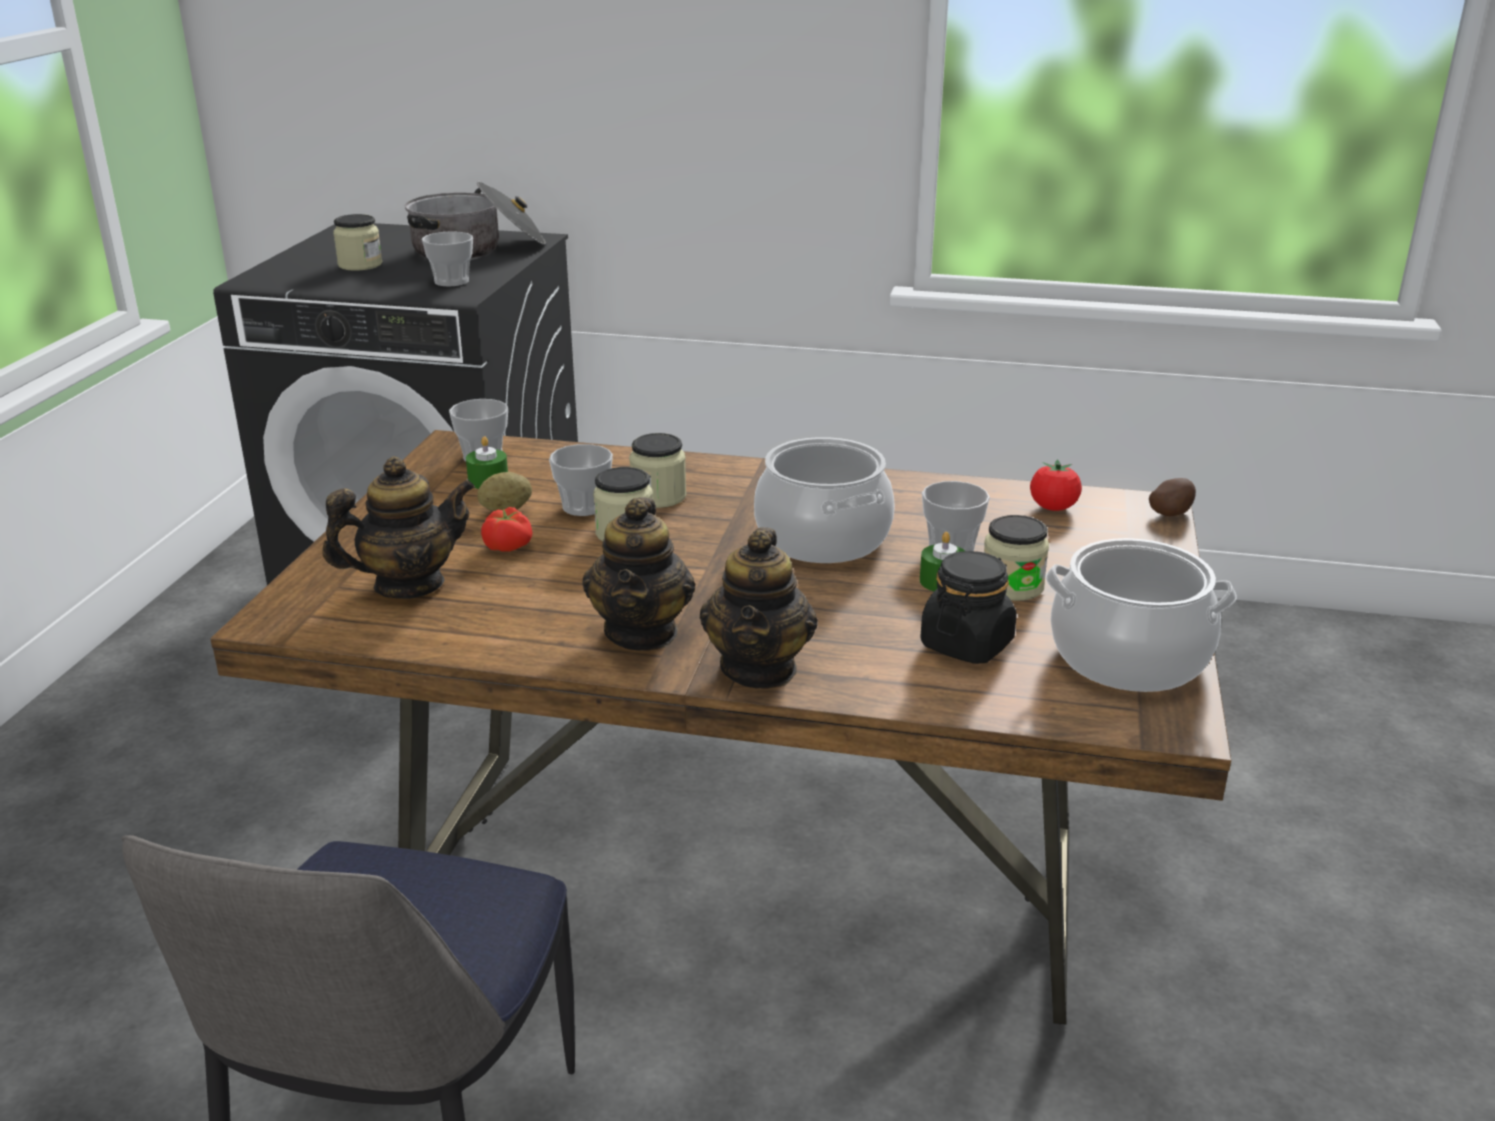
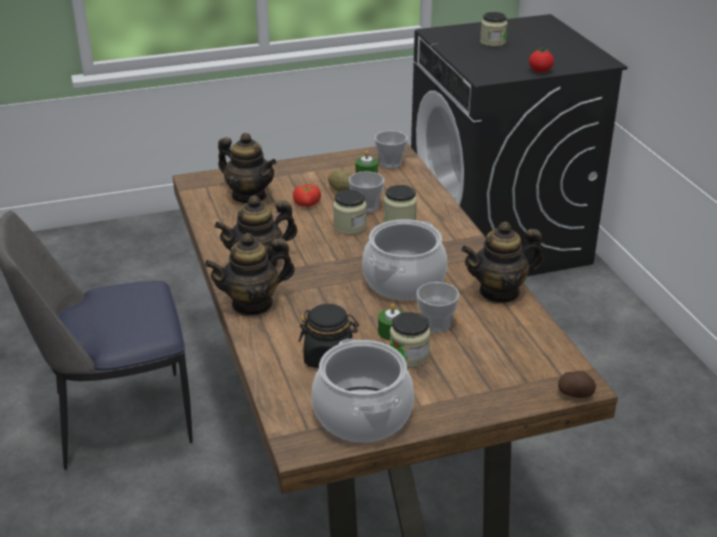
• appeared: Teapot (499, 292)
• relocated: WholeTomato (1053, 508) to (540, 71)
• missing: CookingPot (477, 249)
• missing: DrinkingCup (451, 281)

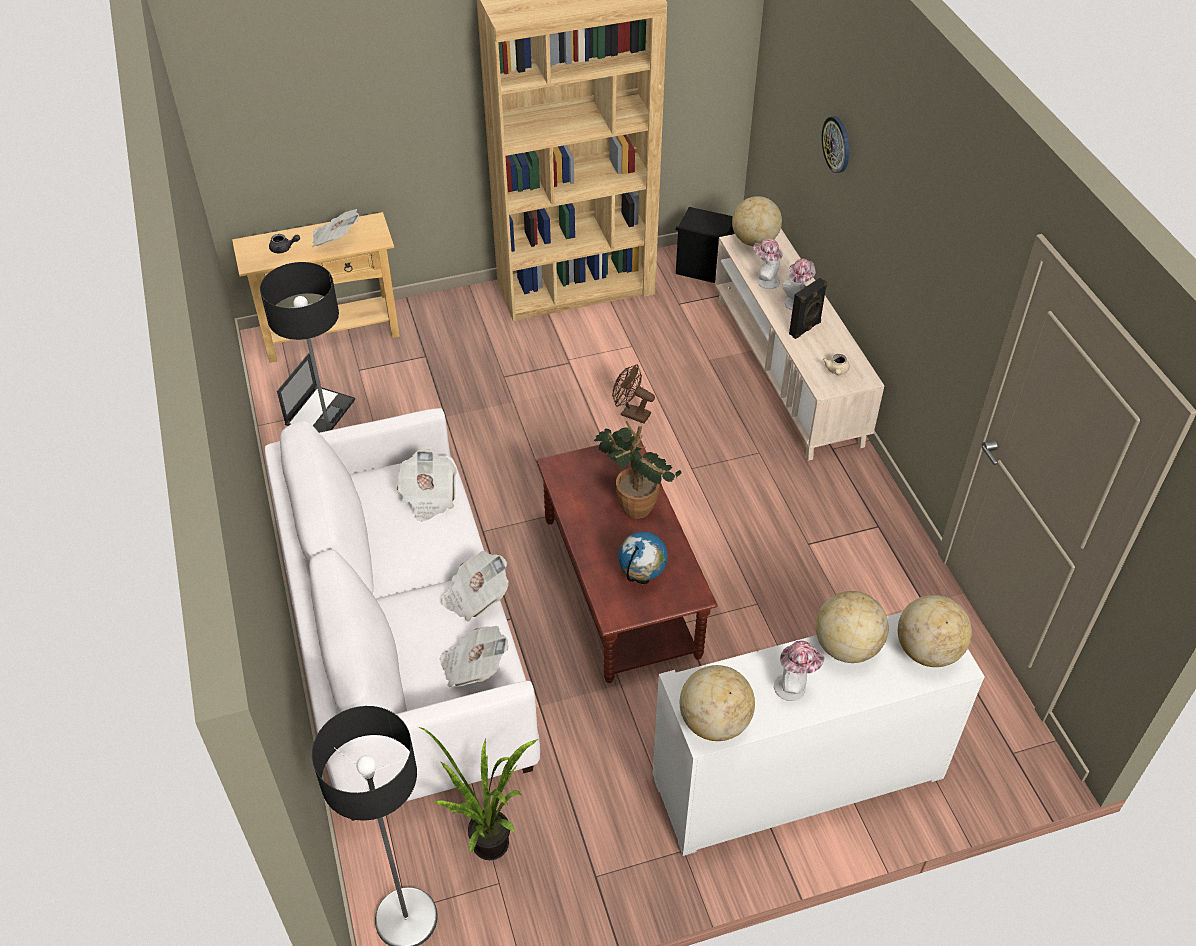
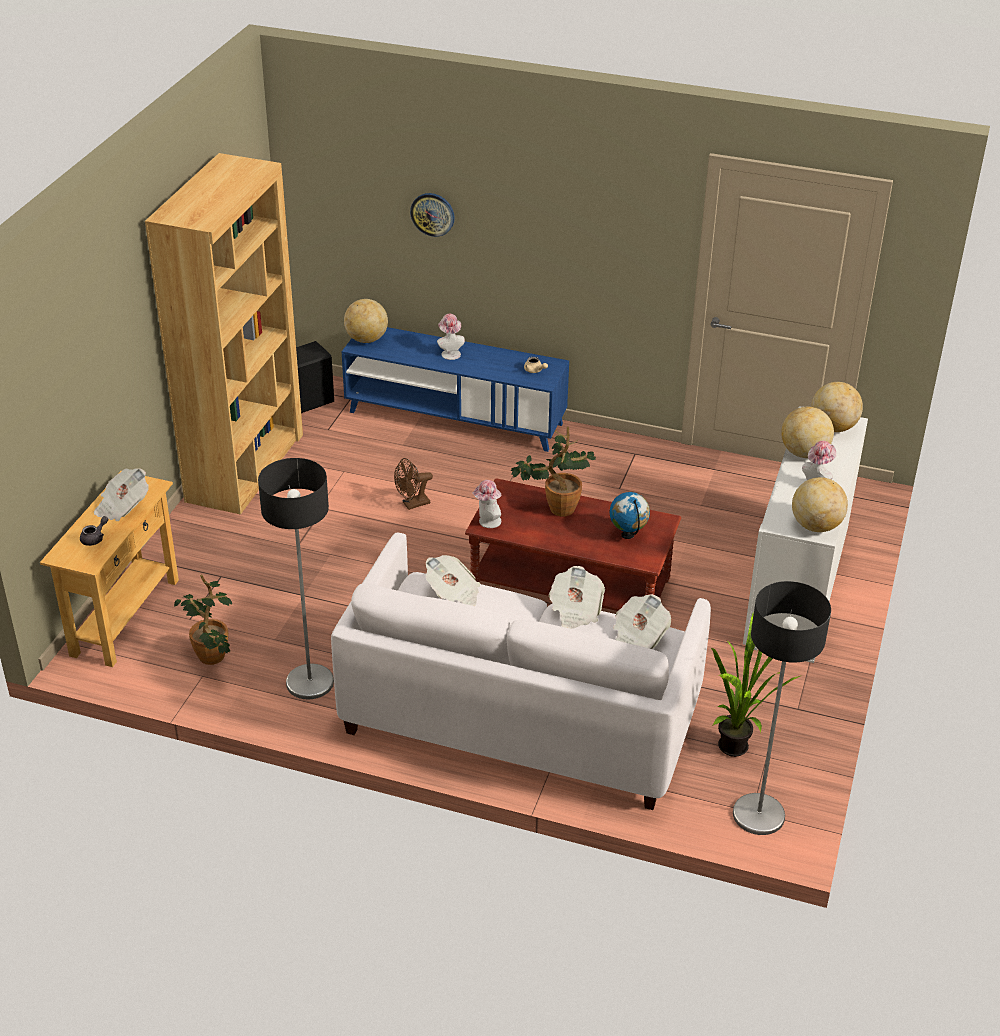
• exchanged: Laptop (320, 411) to Houseplant (212, 660)
• colour: SandColouredTvUnit (787, 370) to BlueColouredTvUnit (455, 418)
• relocated: WearableHat (765, 281) to (487, 522)
• missing: BlackishLoudspeaker (805, 329)

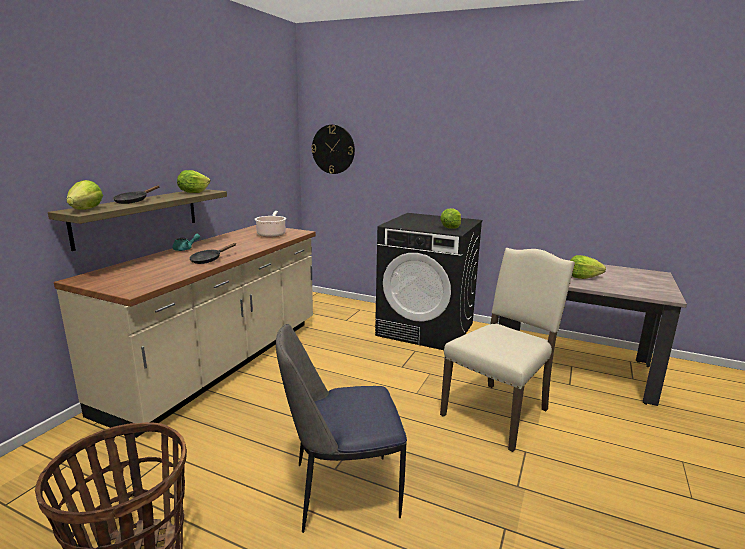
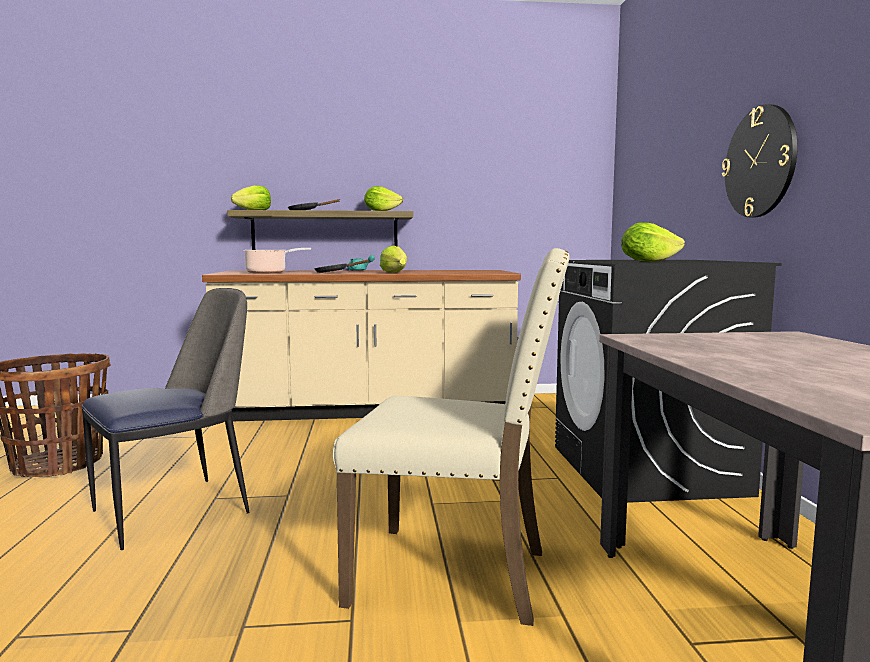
• spun: Chair (342, 491) = (176, 510) 90 degrees clockwise
• relocated: CookingPot (271, 234) to (268, 272)
• relocated: Lettuce (582, 277) to (395, 272)
• relocated: WallClock (333, 149) to (760, 162)

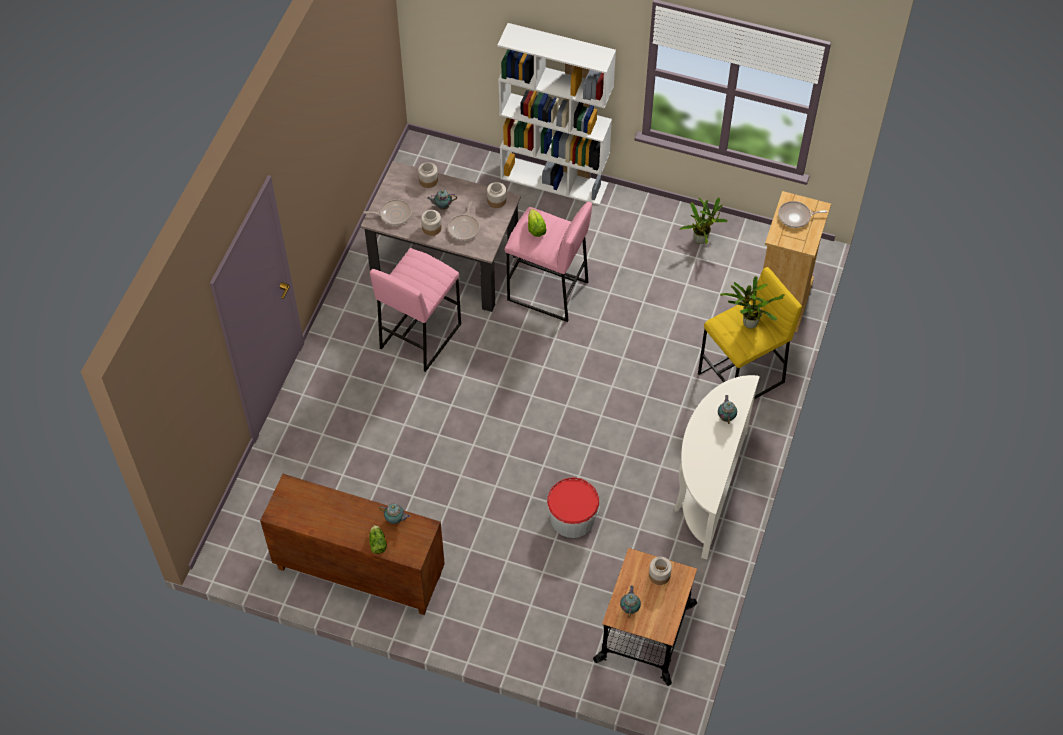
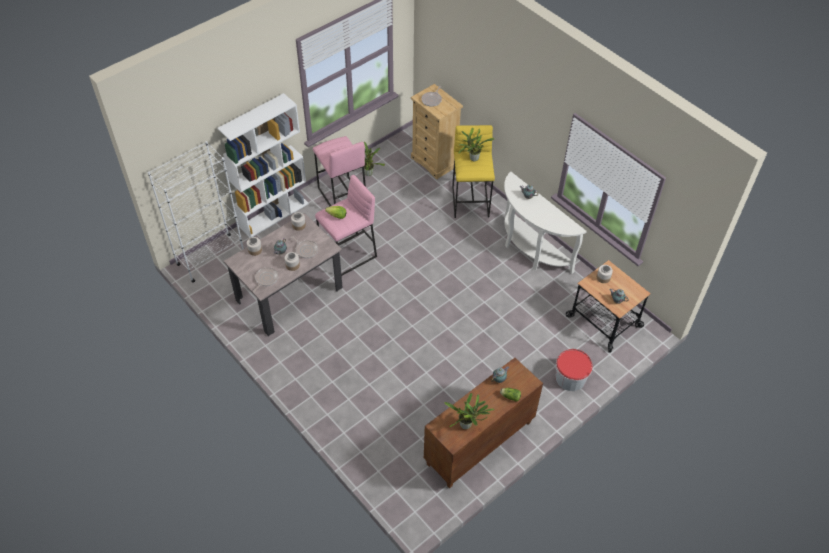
• appeared: WhitishShelvingUnit (211, 258)
• relocated: PinkishStoolSeat (420, 335) to (341, 196)
• appeared: Houseplant (467, 425)
• relocated: Bucket (572, 518) to (570, 378)

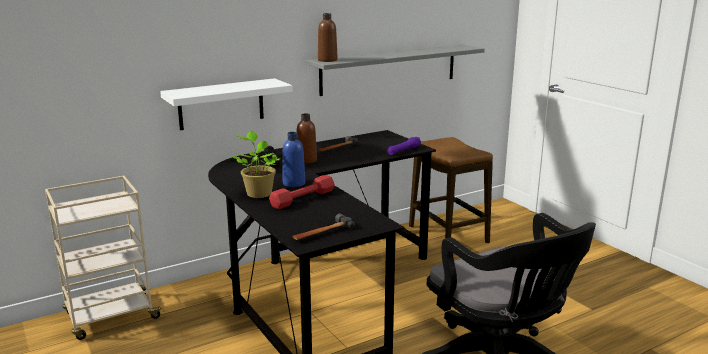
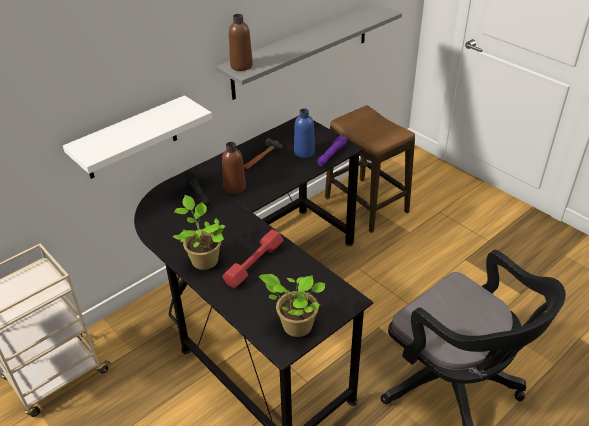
• exchanged: ToolHammer (322, 233) to Houseplant (294, 326)
• relocated: BlueColouredBottle (294, 183) to (304, 152)

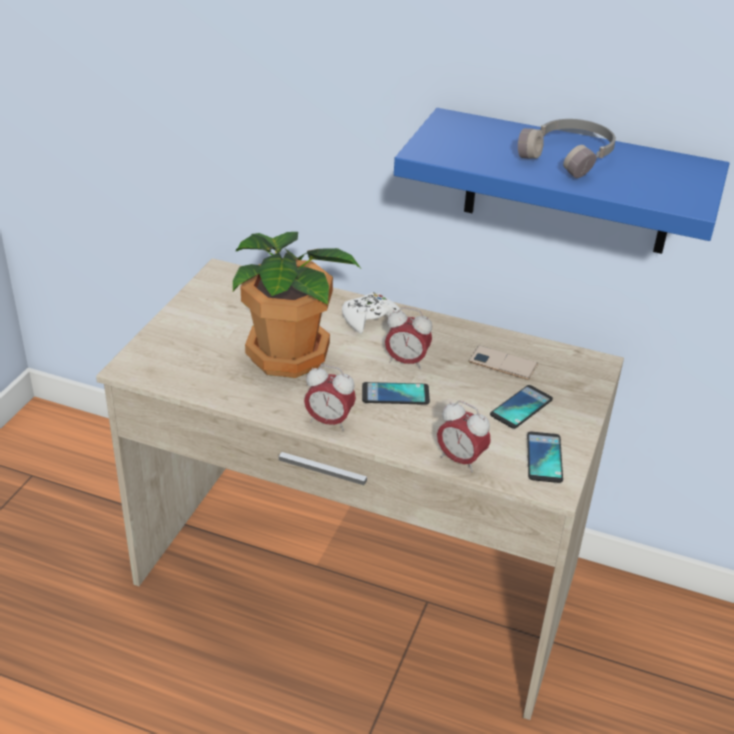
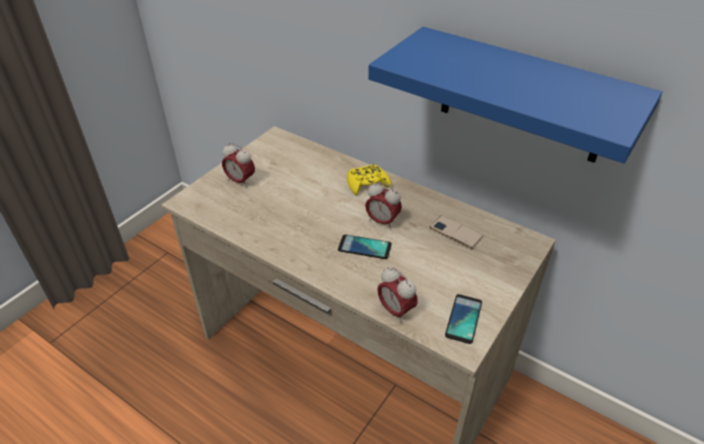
• relocated: TableClock (329, 422) to (240, 181)
• colour: WhitishGameController (370, 319) to YellowGameController (367, 184)
• missing: Houseplant (289, 354)
• missing: Phone (521, 407)
• missing: GrayHeadset (570, 156)

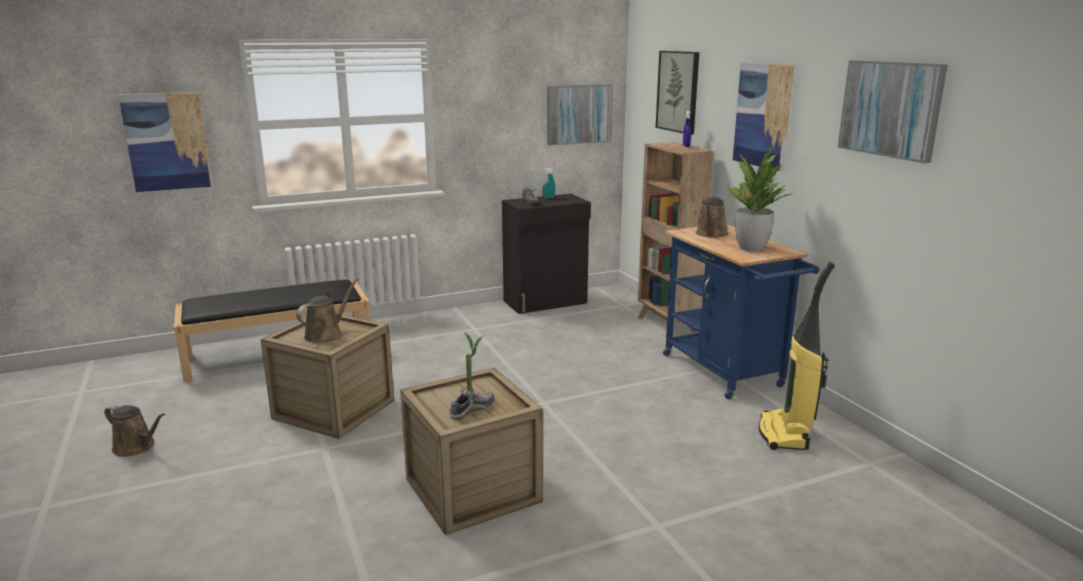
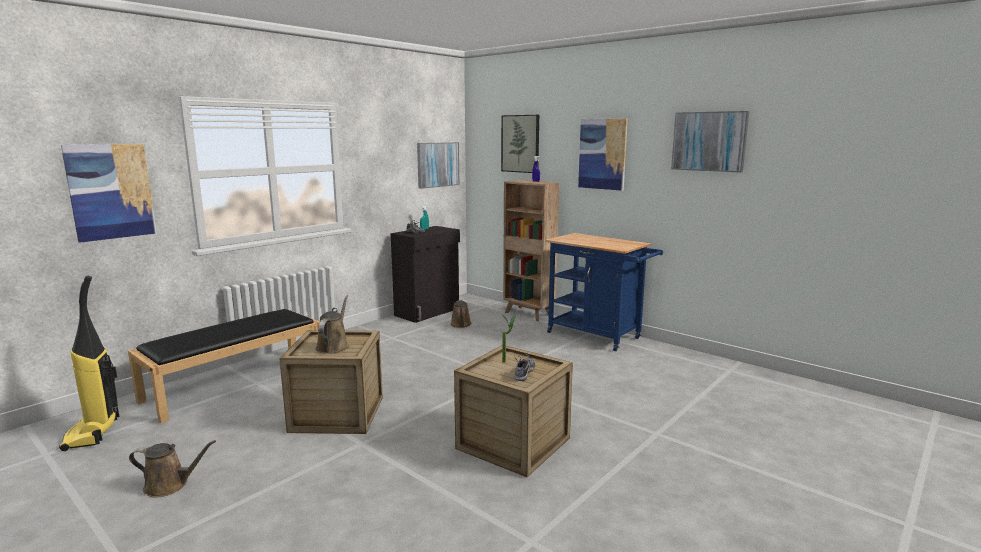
• relocated: VacuumCleaner (785, 434) to (93, 434)
• relocated: BrownishWateringPot (711, 234) to (461, 325)
• missing: Houseplant (751, 248)

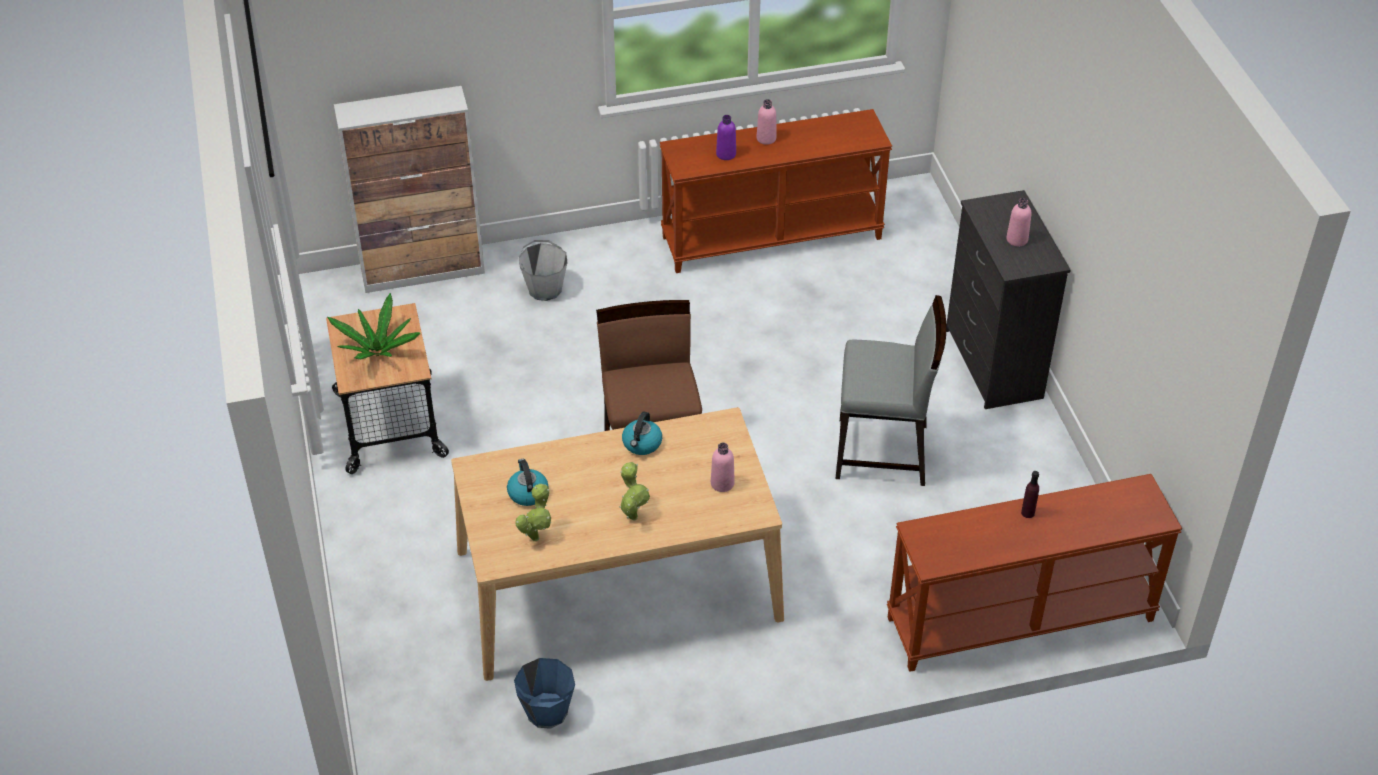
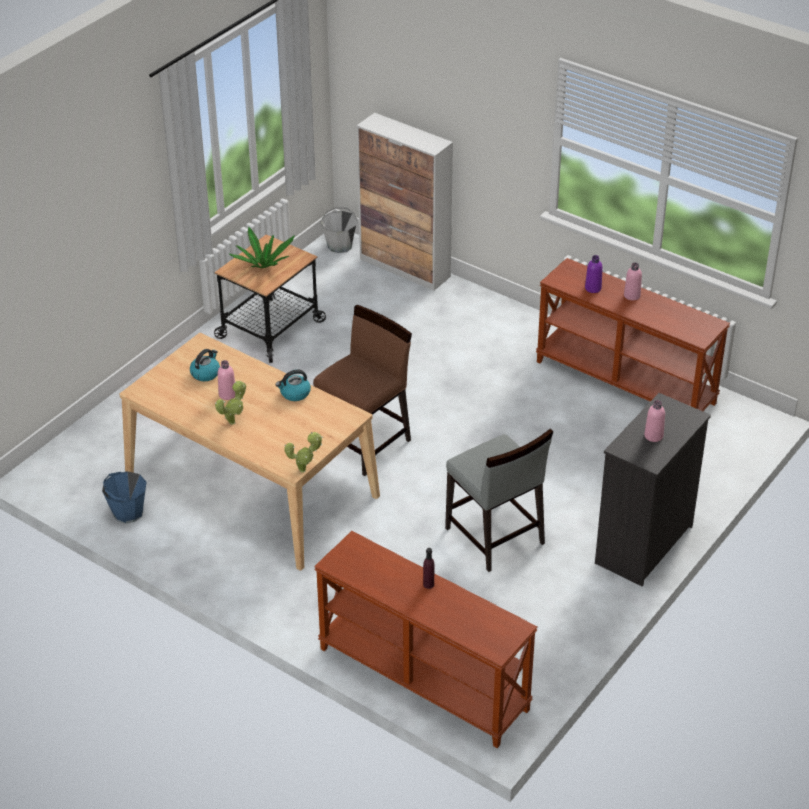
• relocated: PinkishBottle (722, 483) to (227, 394)
• relocated: Houseplant (536, 536) to (305, 470)
• relocated: GrayBucket (545, 289) to (340, 245)

